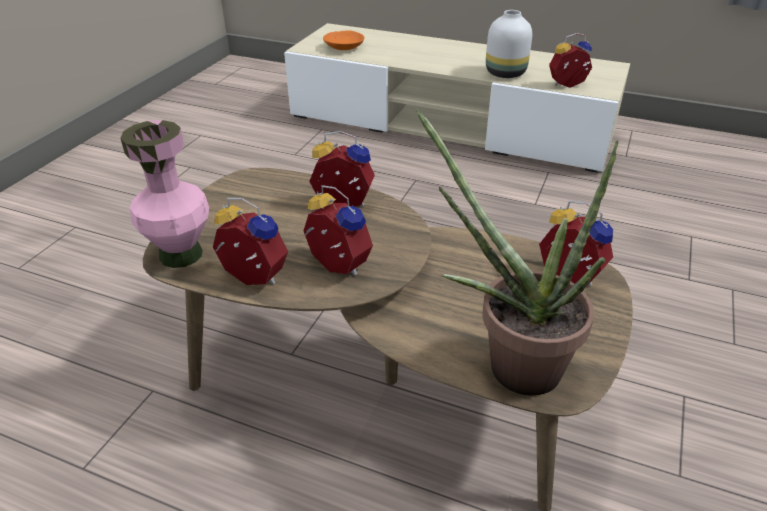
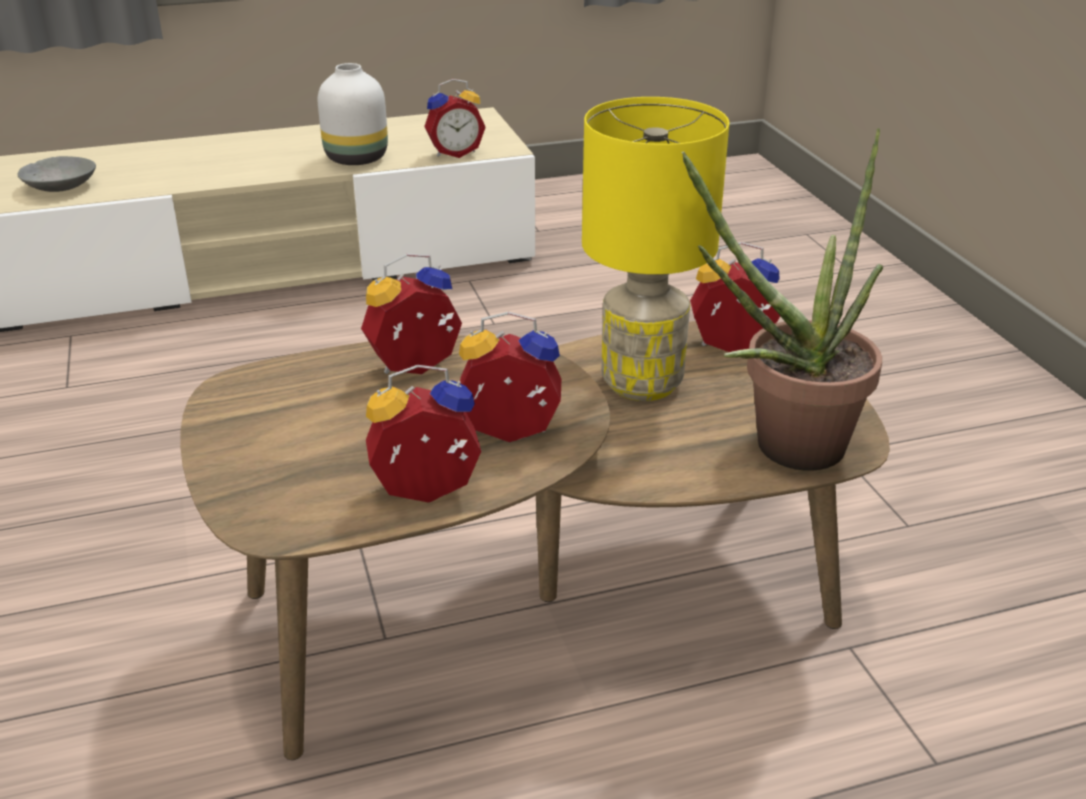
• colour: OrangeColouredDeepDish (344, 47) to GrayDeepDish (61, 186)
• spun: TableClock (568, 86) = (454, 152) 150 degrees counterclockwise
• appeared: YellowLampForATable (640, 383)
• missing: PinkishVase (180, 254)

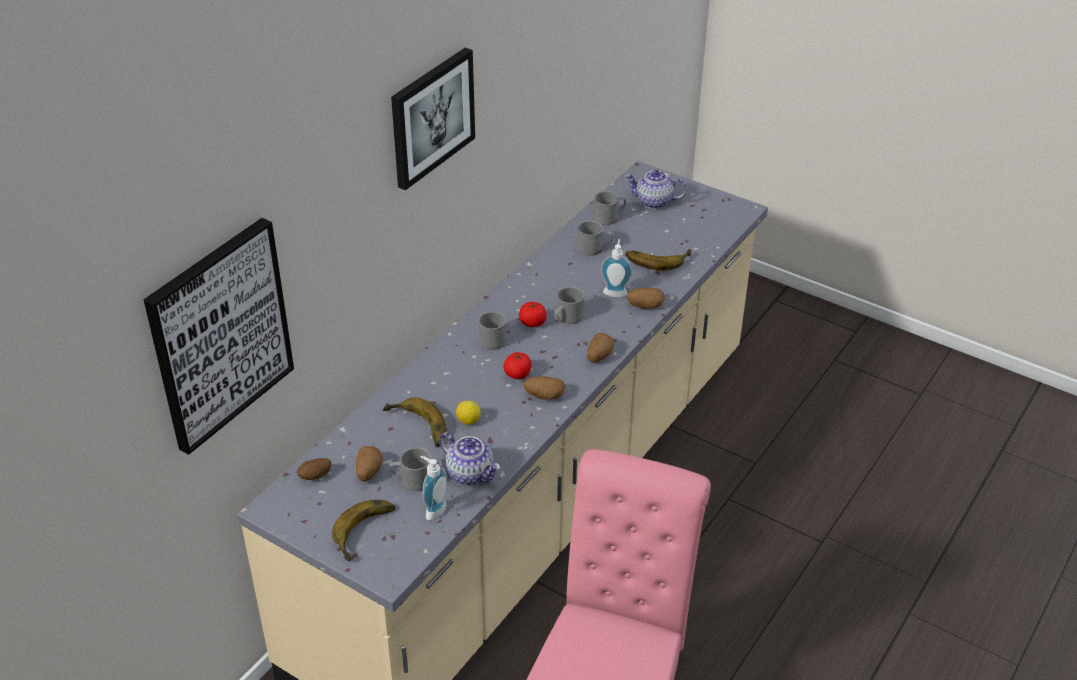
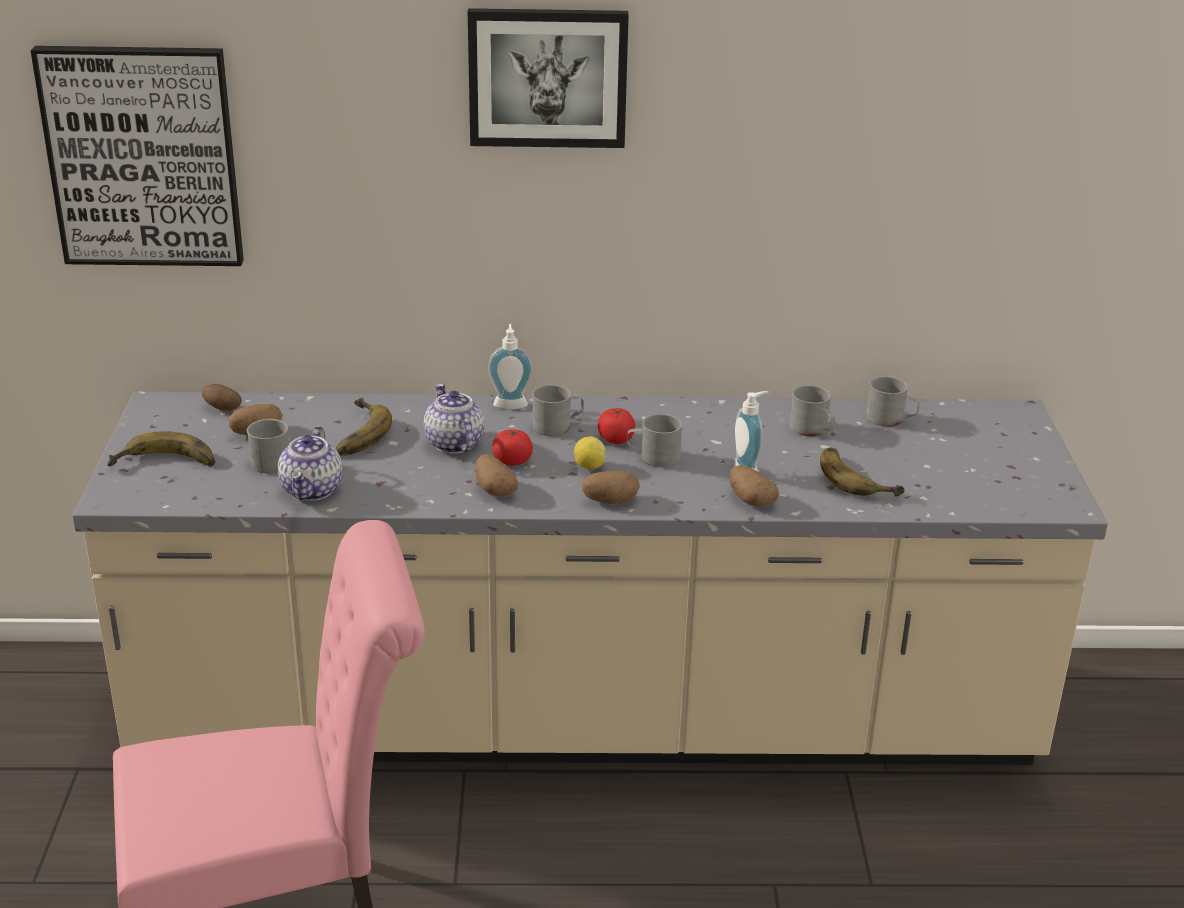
• relocated: Teapot (653, 202) to (453, 443)
• relocated: SoapBottle (433, 509) to (510, 403)
• relocated: WholeLemon (468, 421) to (589, 466)

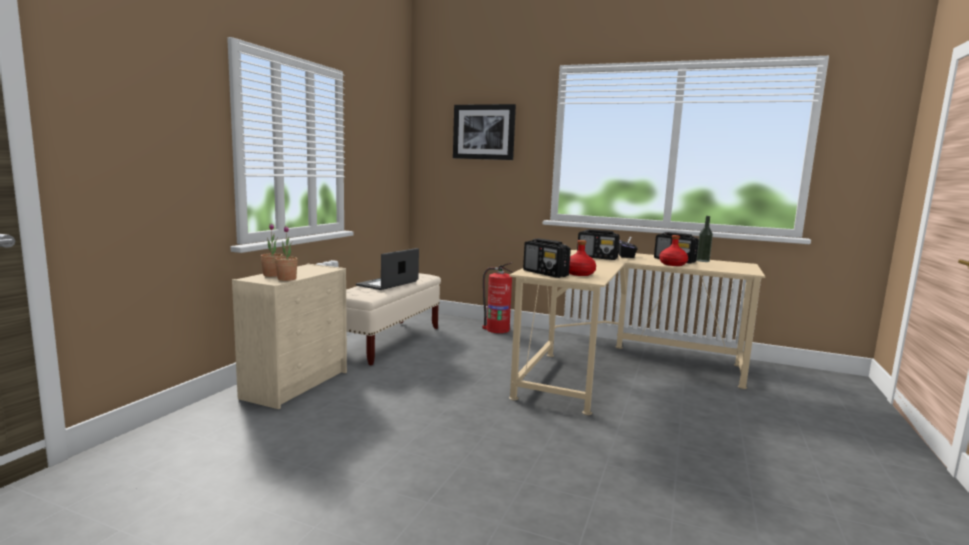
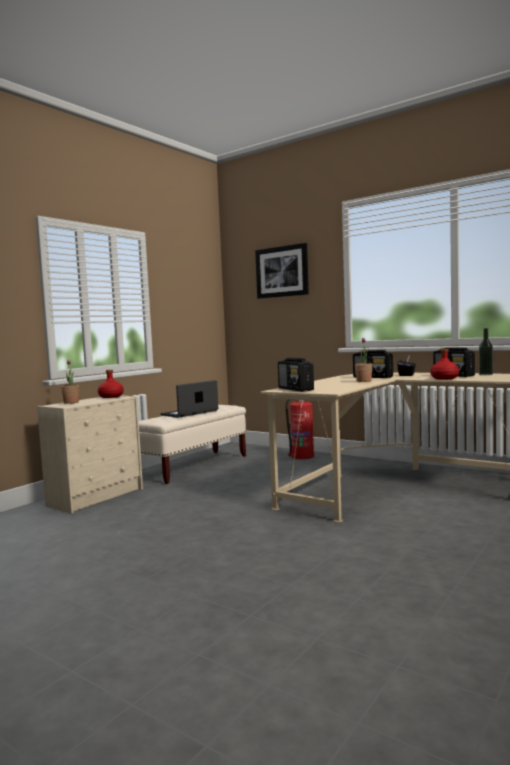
• relocated: RedBottle (579, 274) to (111, 397)
• relocated: Houseplant (287, 279) to (364, 381)

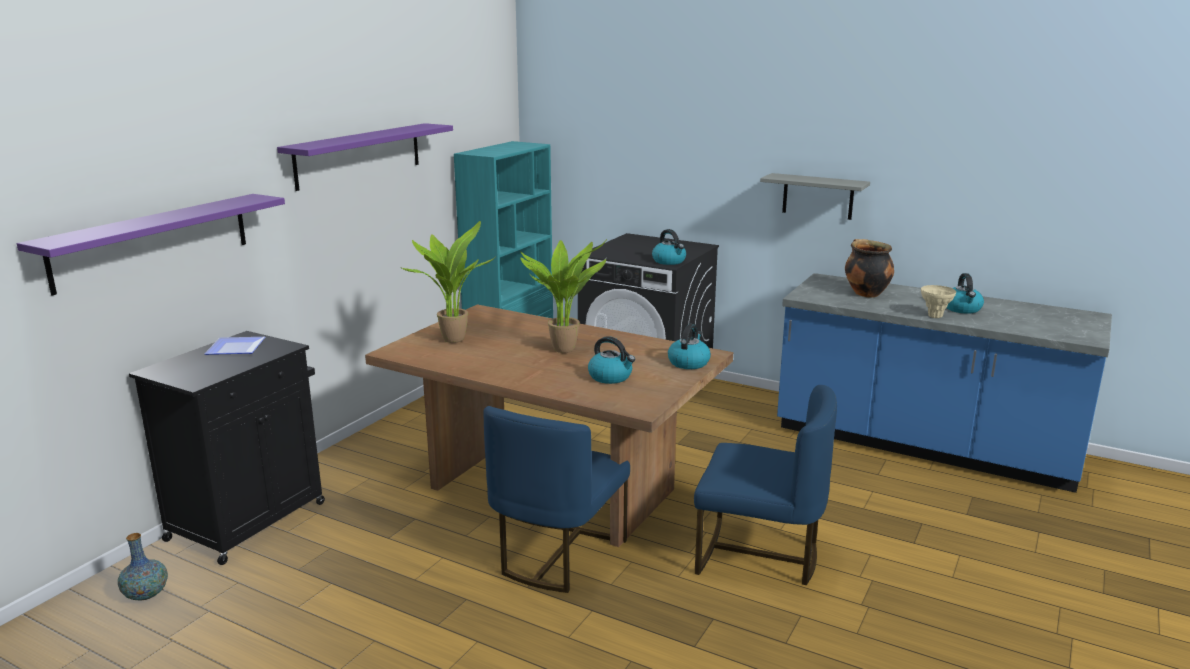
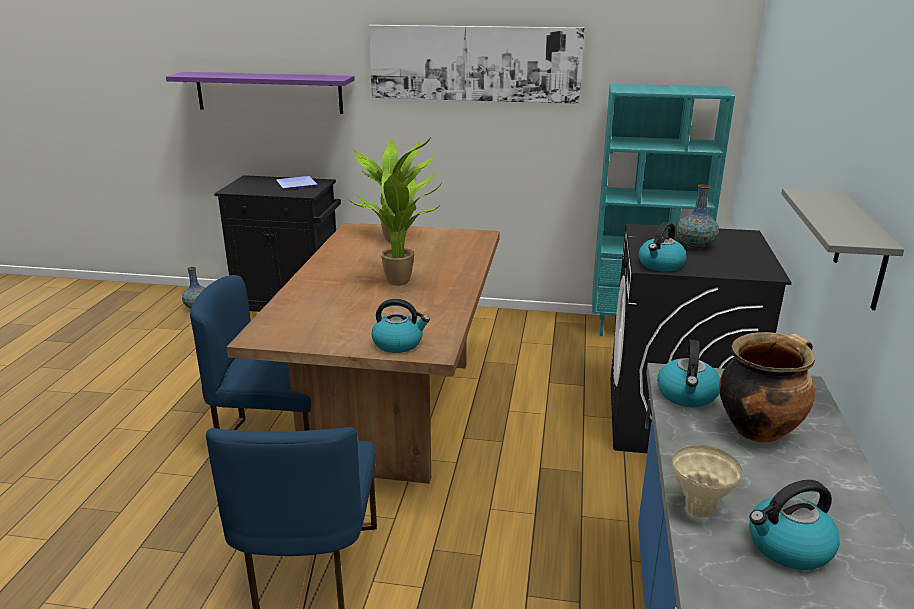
• exchanged: PurplishBracketShelf (359, 155) to Picture (474, 63)
• relocated: Kettle (611, 377) to (687, 395)
• appeared: Vase (695, 246)

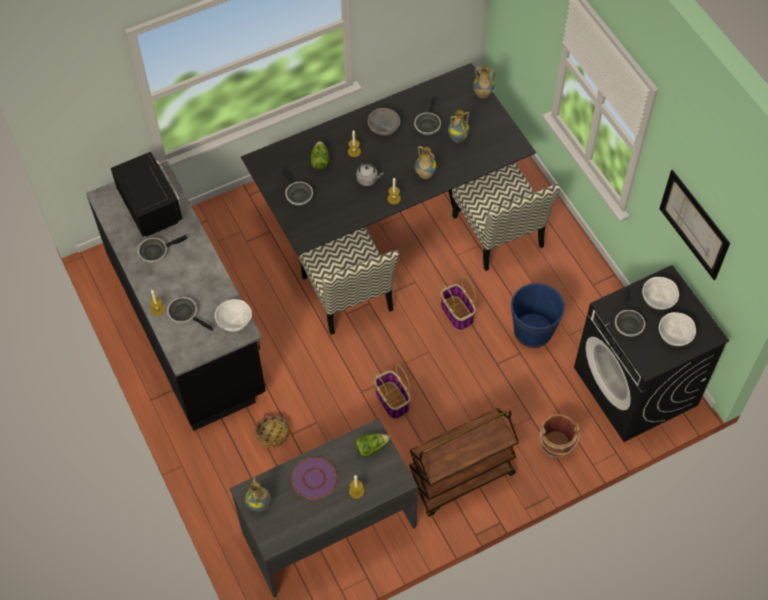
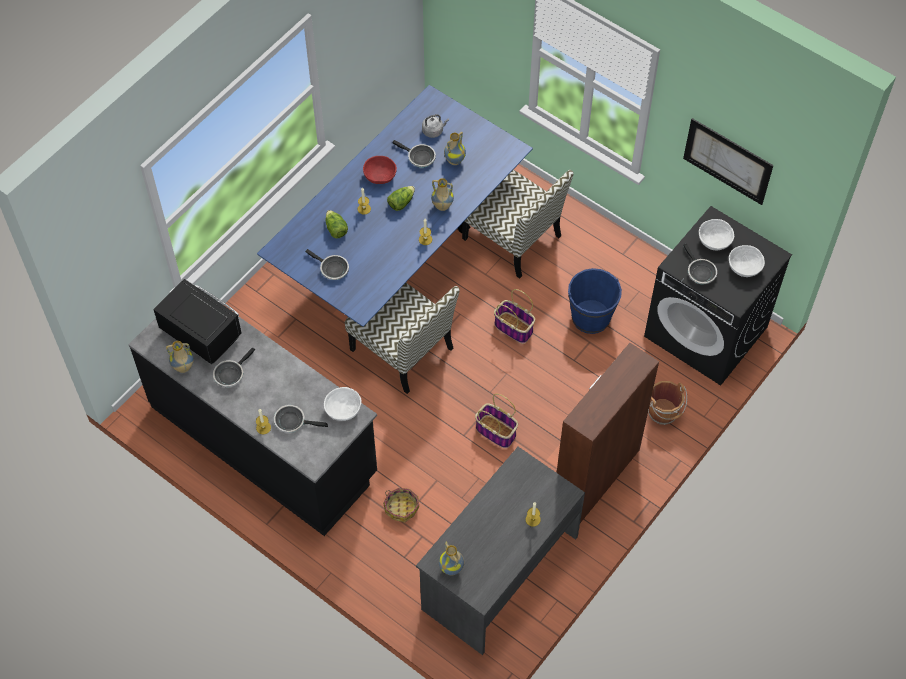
• relocated: Vase (482, 94) to (183, 367)
• colour: BlackishDiningTable (388, 212) to BlueColouredDiningTable (400, 257)
• colour: GrayDeepDish (383, 128) to RedDeepDish (379, 176)
• relocated: Lettuce (371, 447) to (401, 202)
• spun: FryingPan (427, 124) = (419, 158) 45 degrees counterclockwise
• relocated: GrayKettle (368, 179) to (433, 131)
• exchanged: BrownishCart (461, 479) to BrownishStorageCabinet (595, 478)
• missing: PurplishPlate (314, 479)

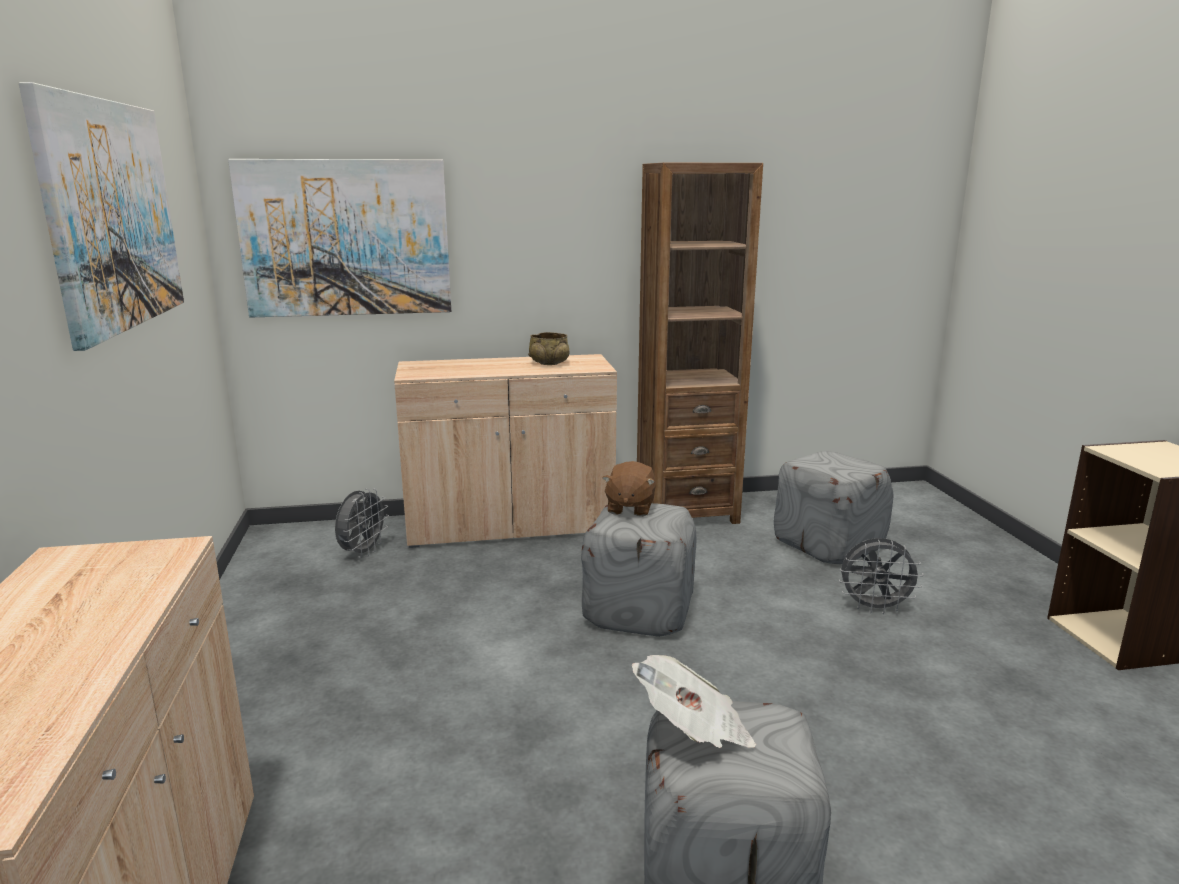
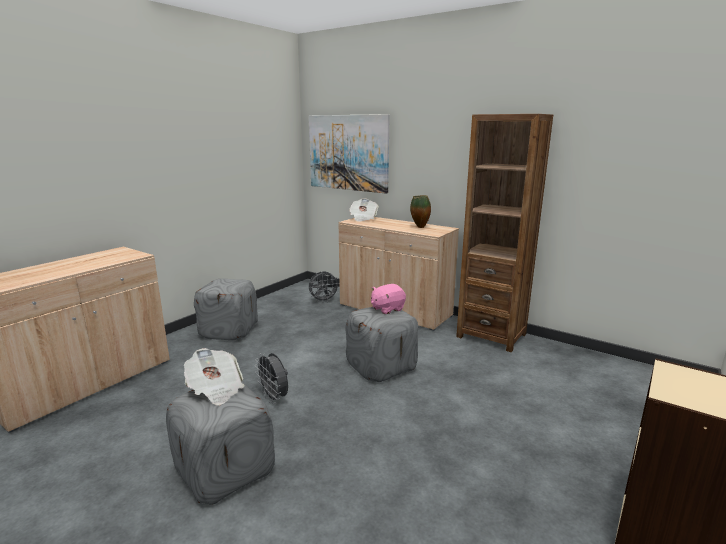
• relocated: GrayPouffe (828, 544) to (230, 330)
• relocated: GrayCoolingFan (874, 608) to (274, 398)
• appeared: Newspaper (363, 218)
• colour: BrownishSoftToy (629, 508) to PinkishSoftToy (387, 309)
• exchanged: SandColouredDeepDish (549, 363) to Vase (419, 227)
• missing: Picture (112, 215)

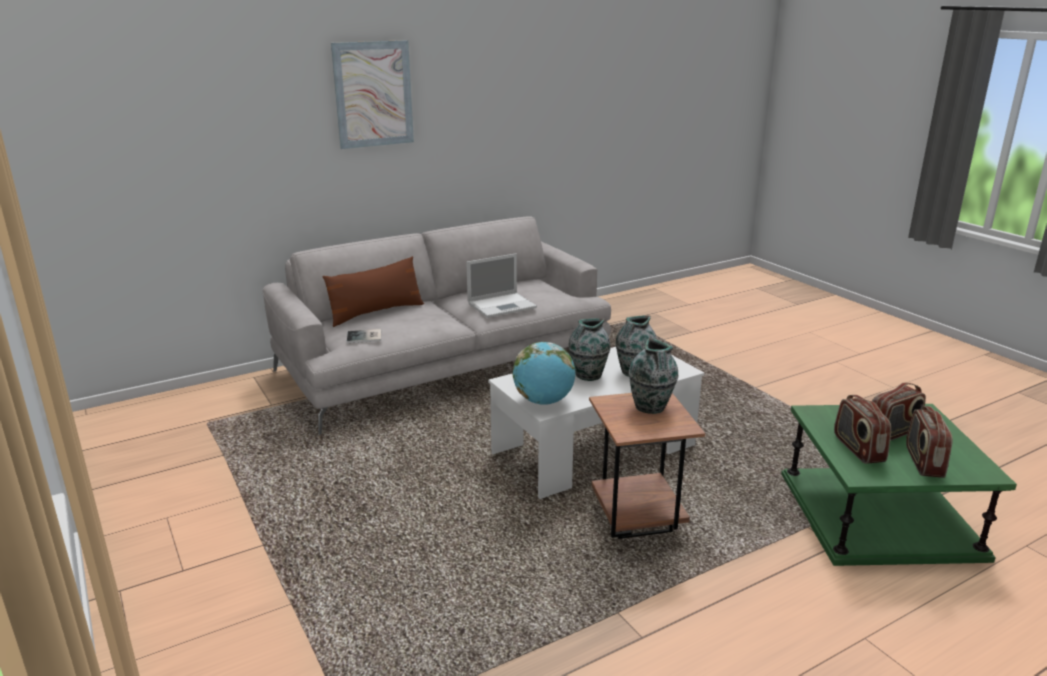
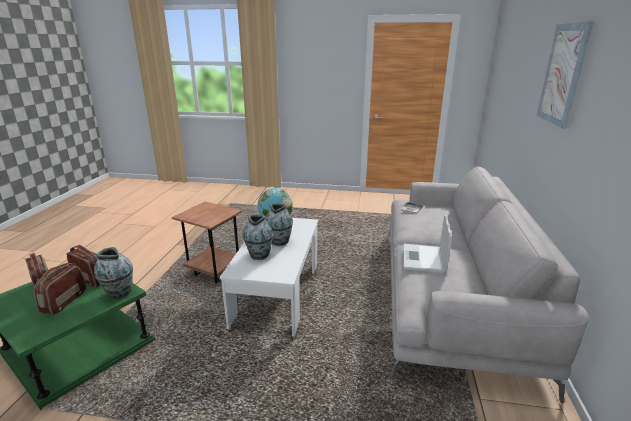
• relocated: Vase (650, 407) to (119, 292)
• missing: BrownishCushion (376, 312)

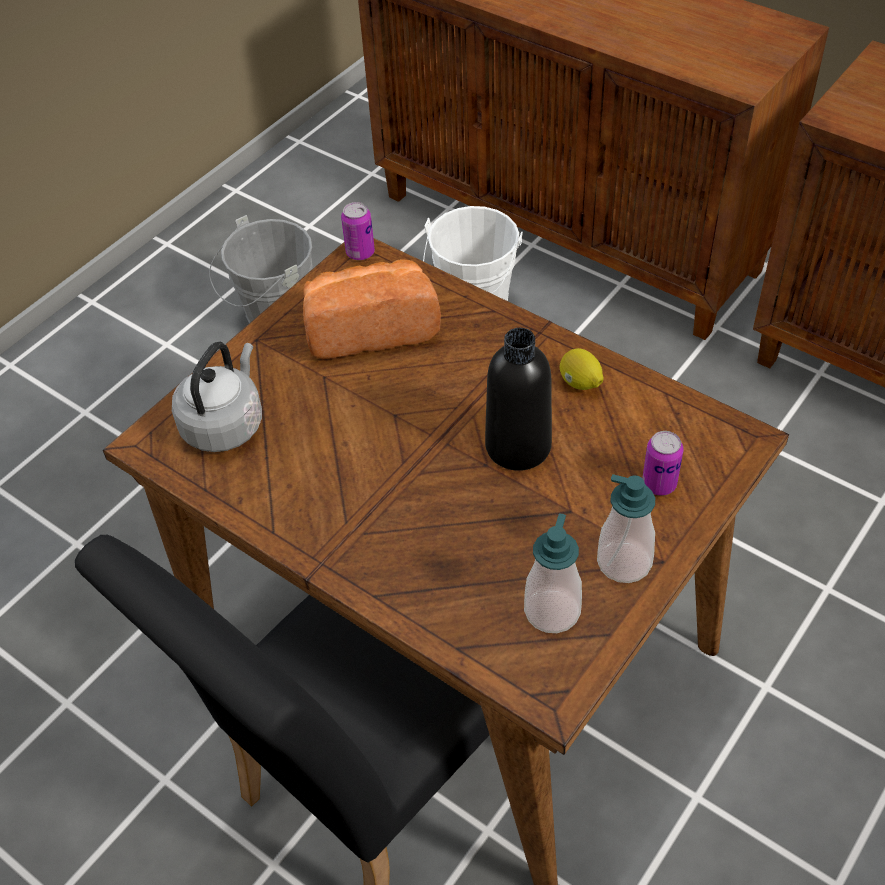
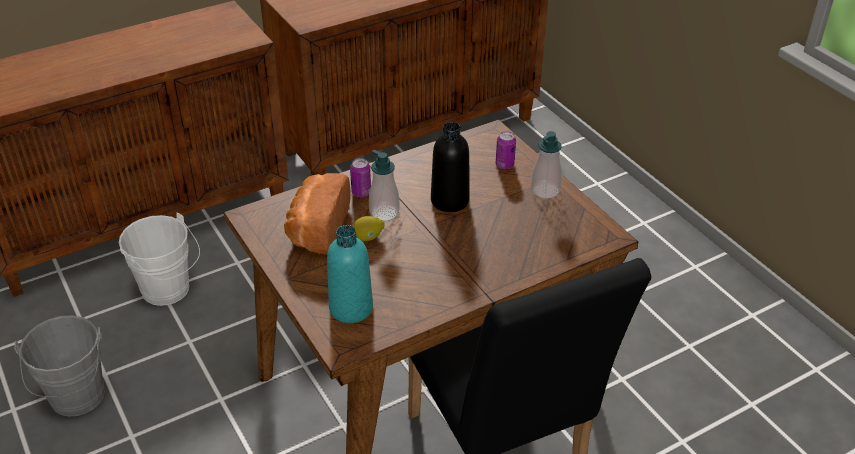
• exchanged: GrayKettle (225, 424) to BlueGreenBottle (351, 308)
• relocated: SealedCan (360, 253) to (361, 192)
• relocated: WholeLemon (580, 383) to (368, 237)
• relocated: SoapBottle (552, 611) to (384, 212)

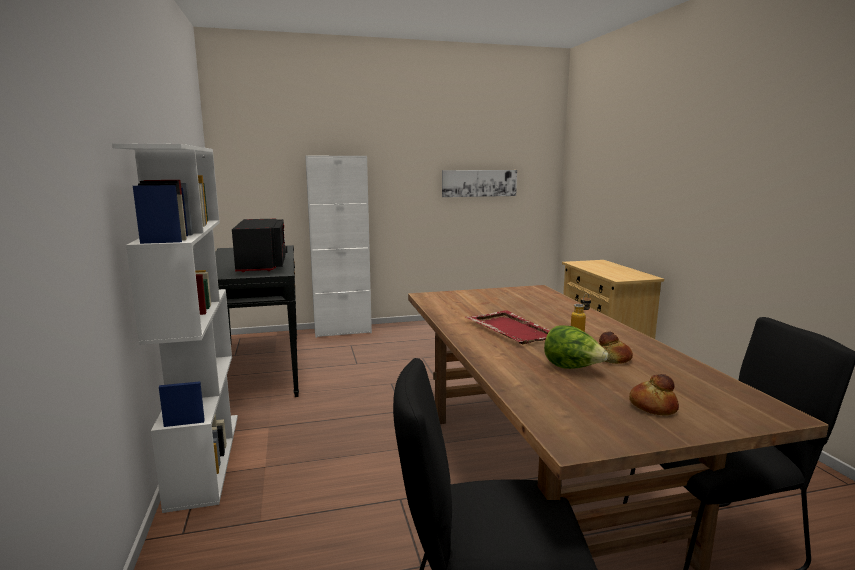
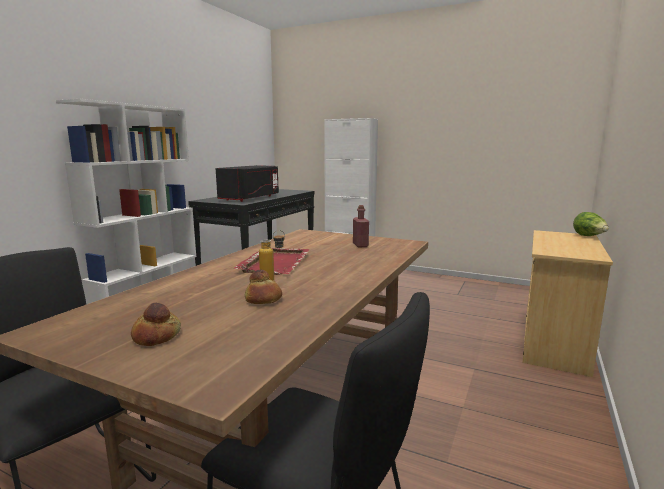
• appeared: RedBottle (360, 245)
• relocated: Lettuce (572, 368) to (589, 236)
• missing: Picture (479, 183)

